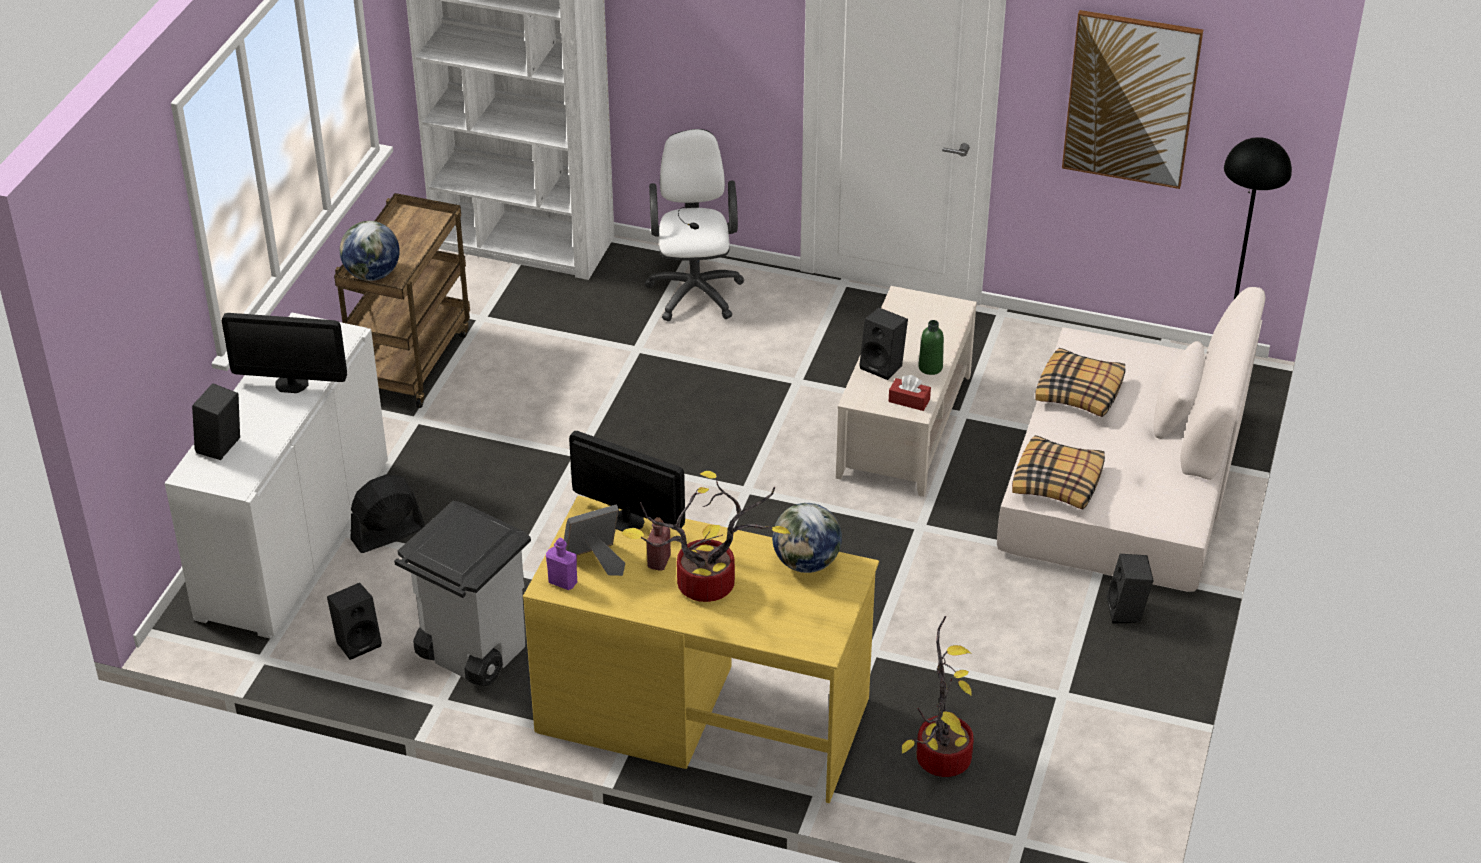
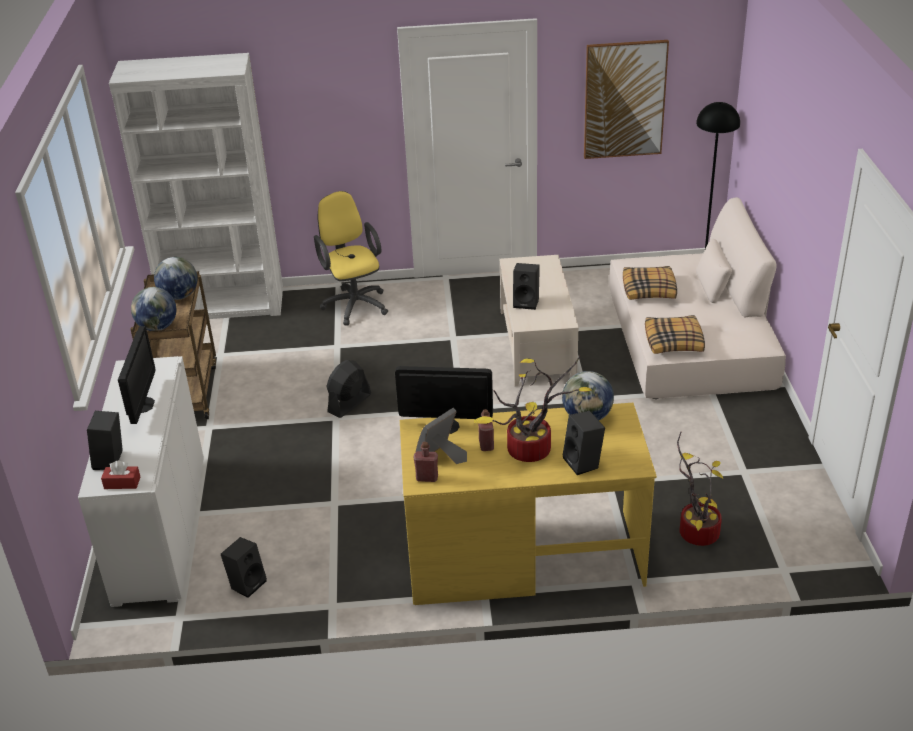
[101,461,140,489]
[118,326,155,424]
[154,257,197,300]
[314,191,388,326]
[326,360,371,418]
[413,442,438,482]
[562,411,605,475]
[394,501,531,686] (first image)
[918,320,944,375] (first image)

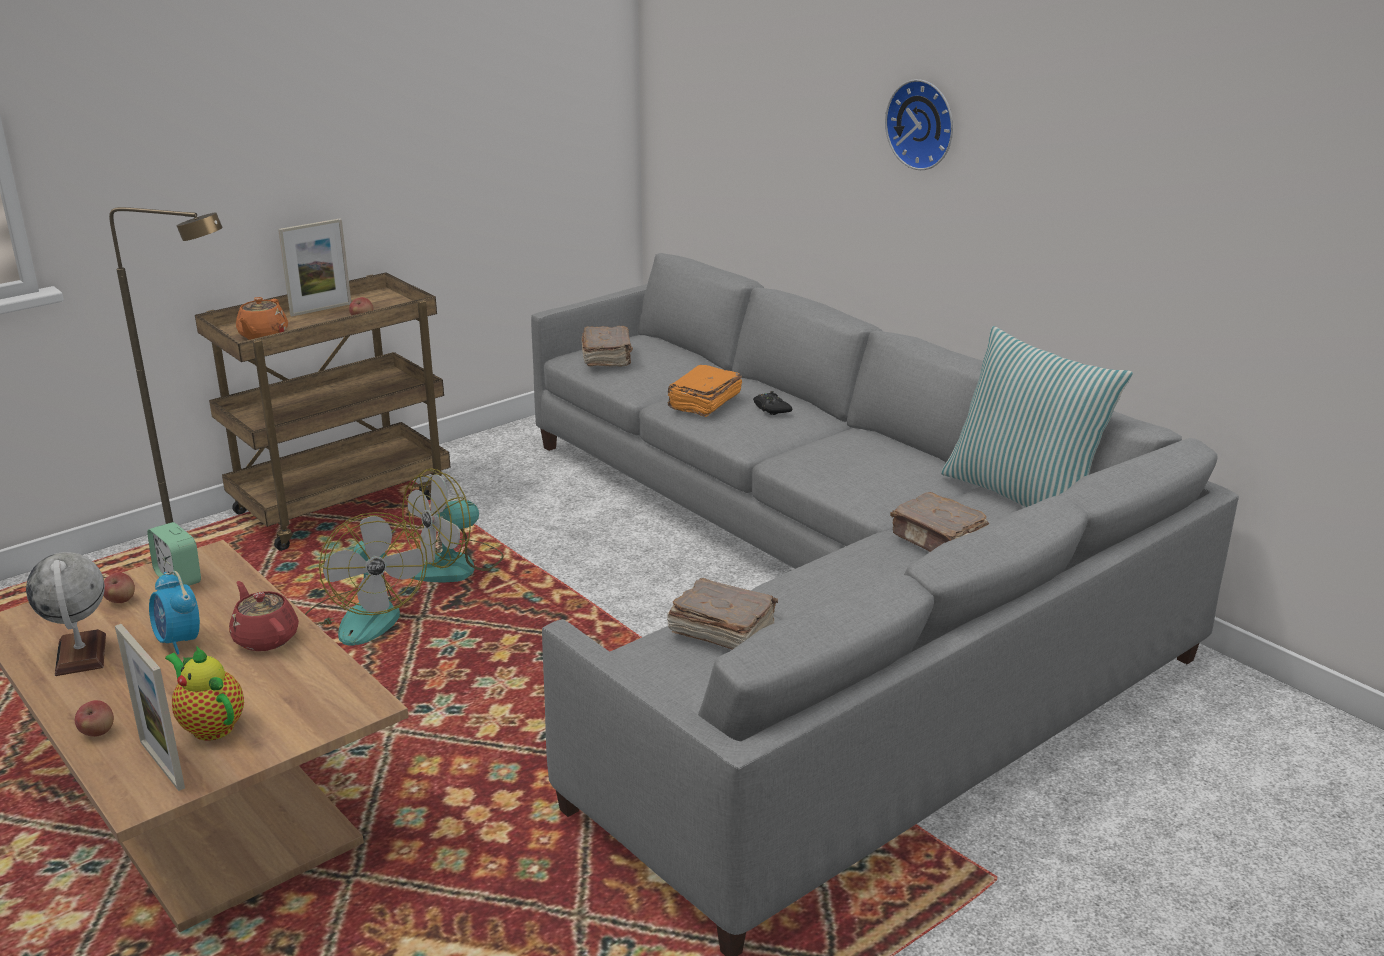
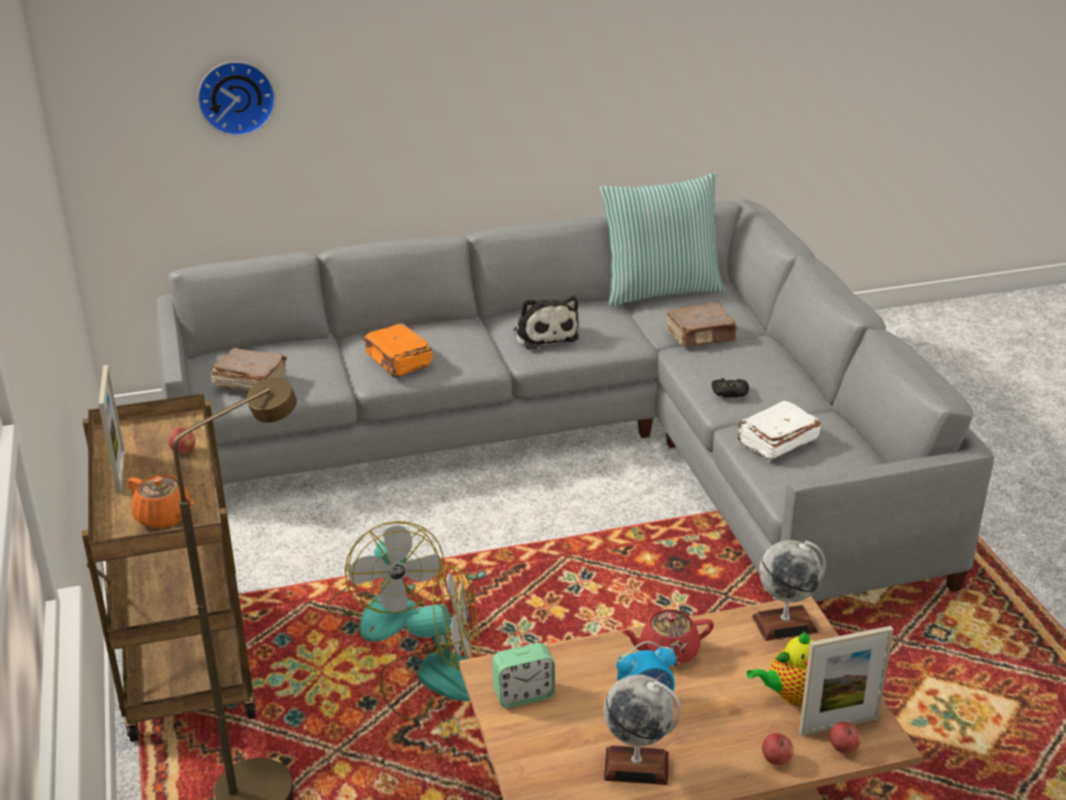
[197,61,276,136]
[513,296,579,350]
[712,378,749,398]
[738,401,821,461]
[752,540,826,641]
[829,722,861,754]

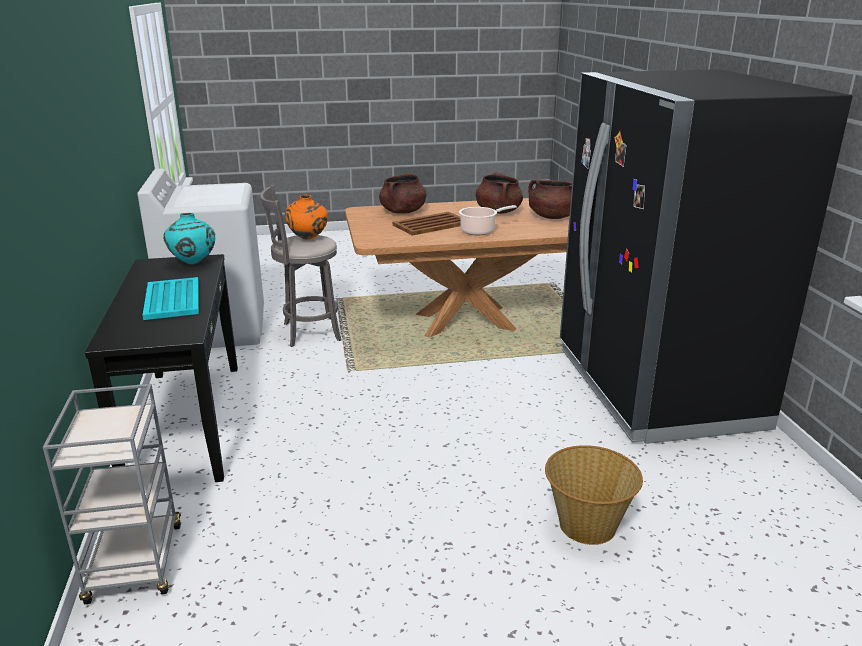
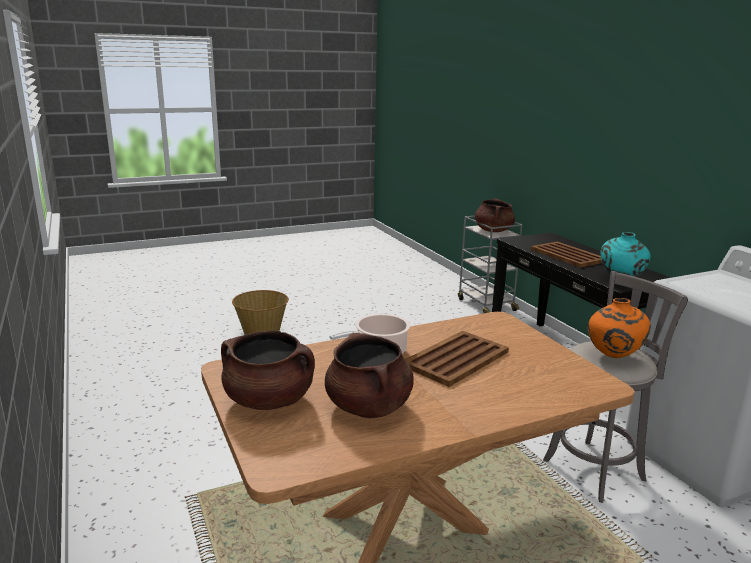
[475,198,515,232]
[531,242,602,268]
[560,69,853,444] (first image)

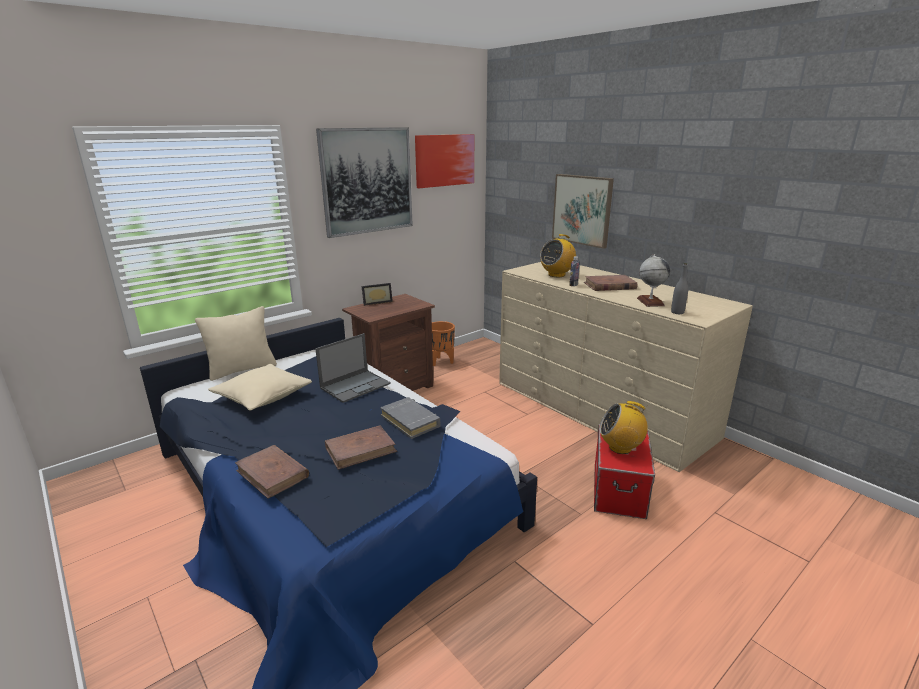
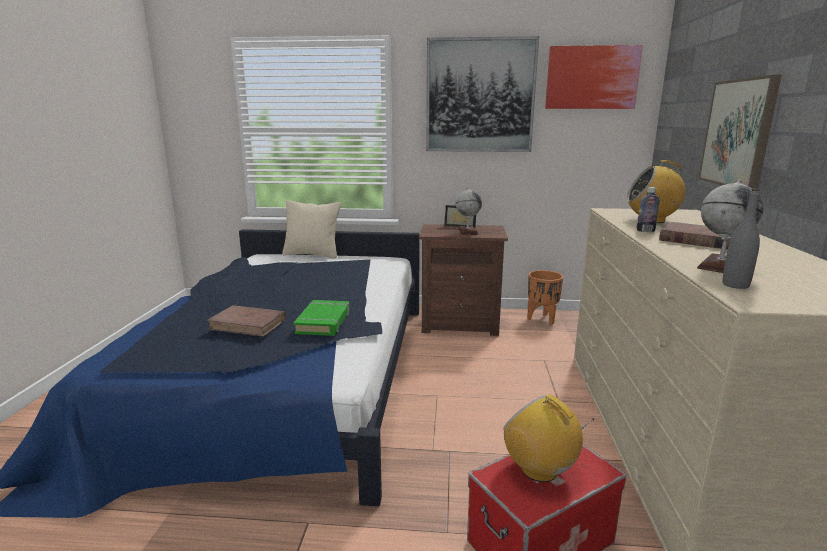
[294,300,350,336]
[456,188,482,235]
[208,364,312,410] (first image)
[235,445,309,499] (first image)
[315,333,391,403] (first image)

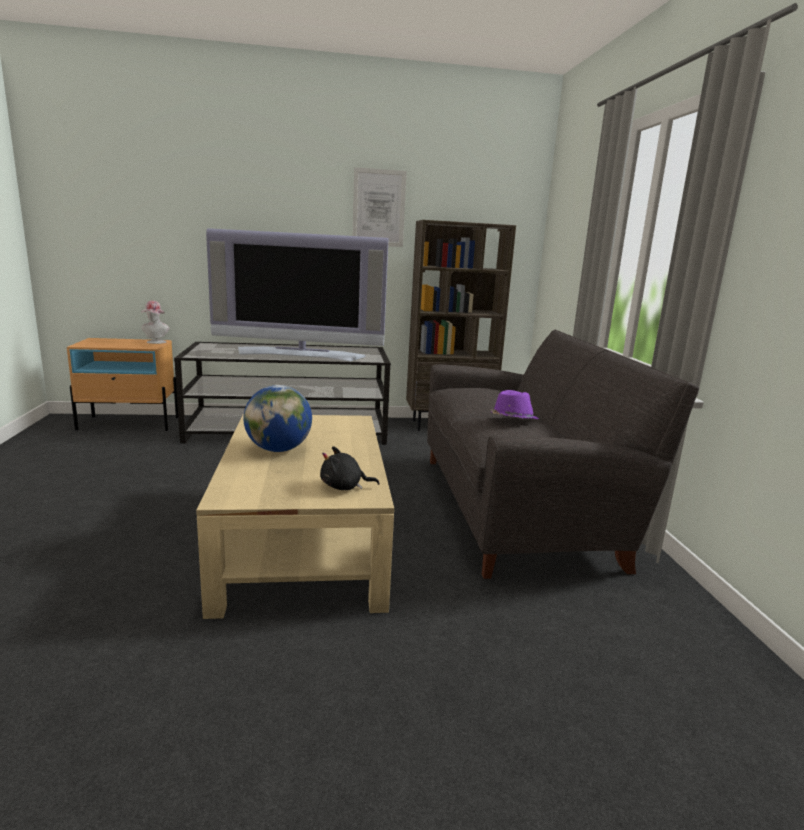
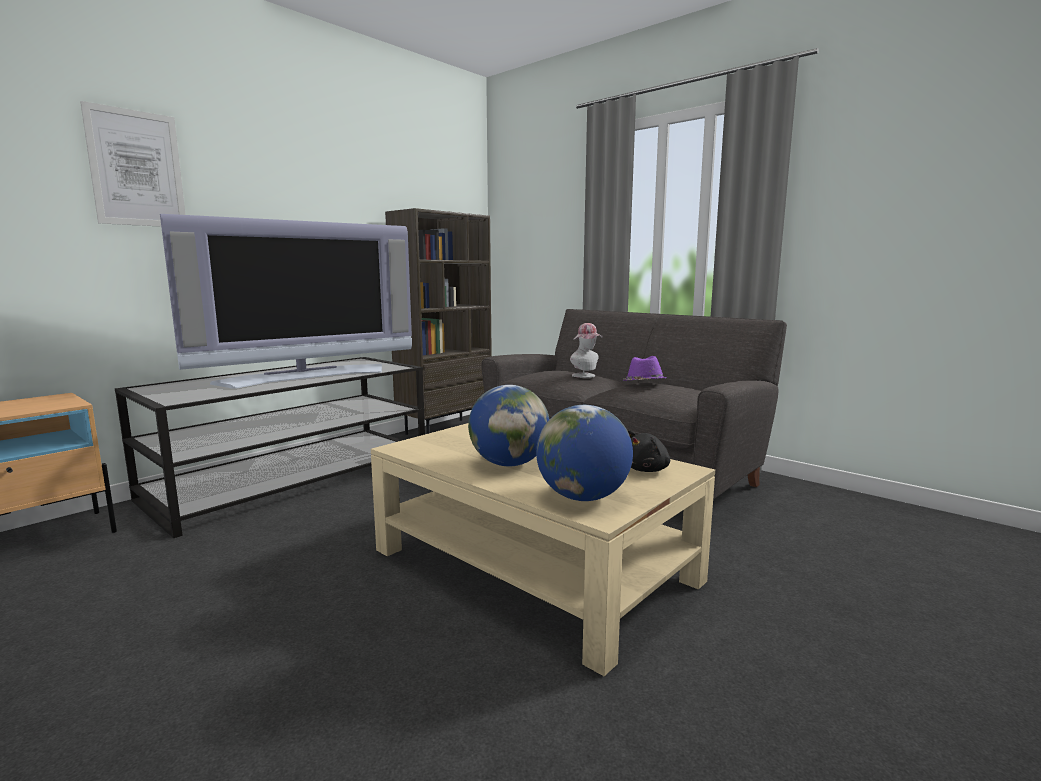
[80,101,186,227]
[536,405,633,501]
[570,323,603,378]

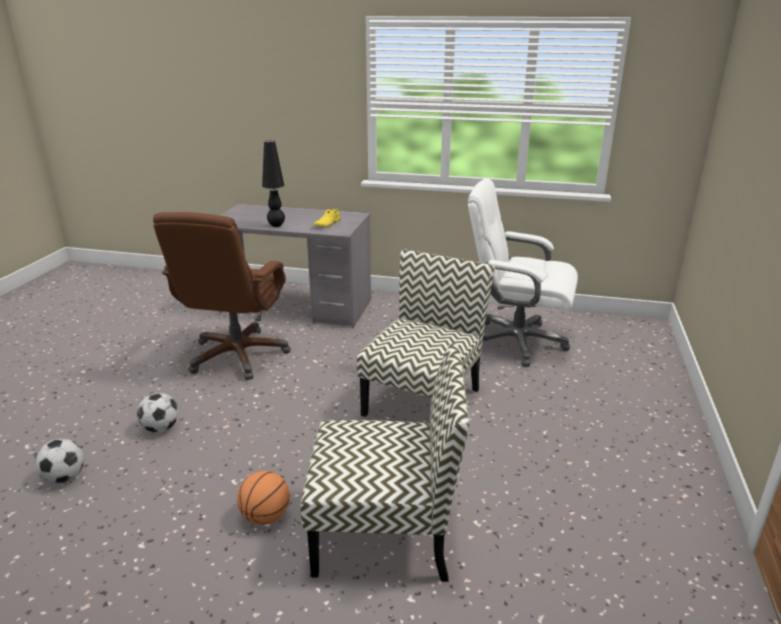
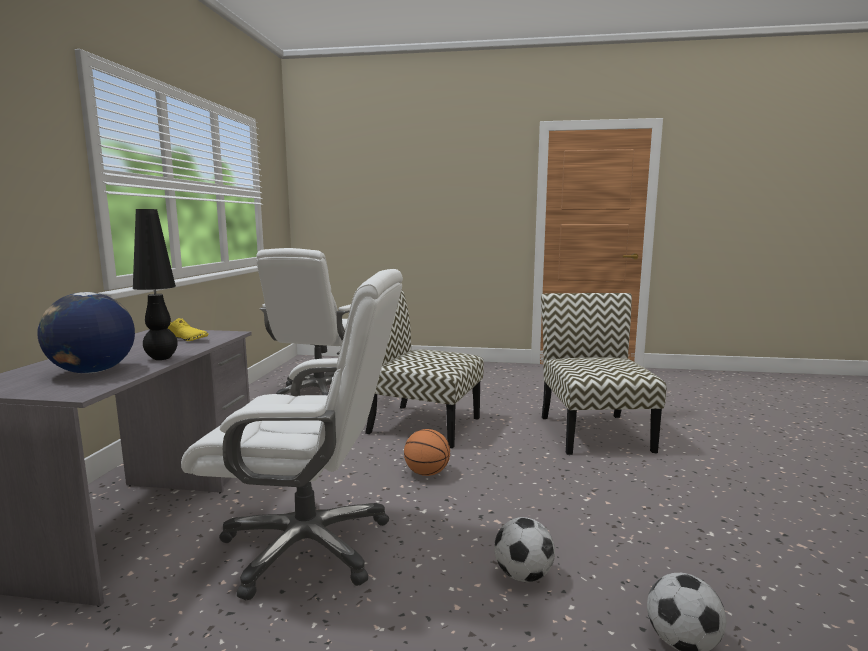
[37,292,135,374]
[181,269,403,600]
[404,429,450,476]

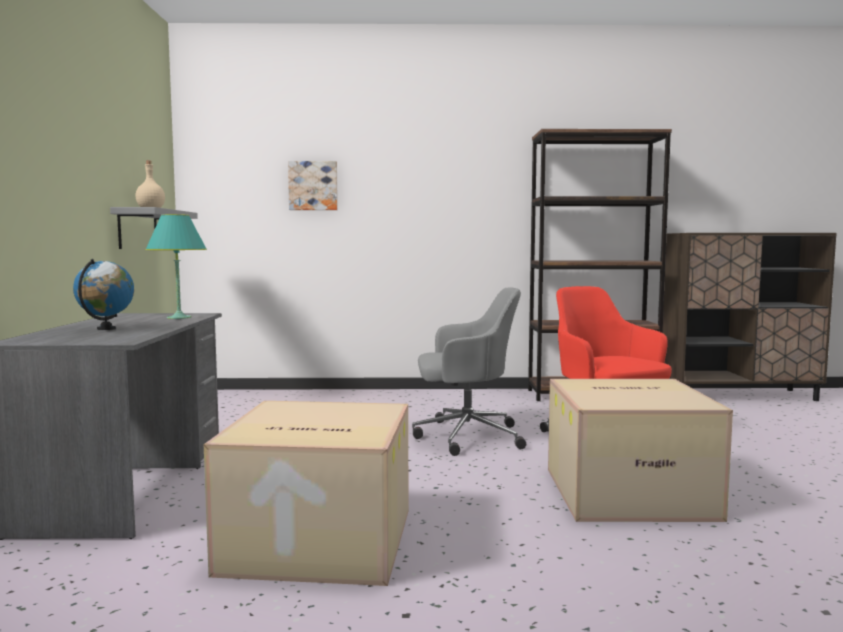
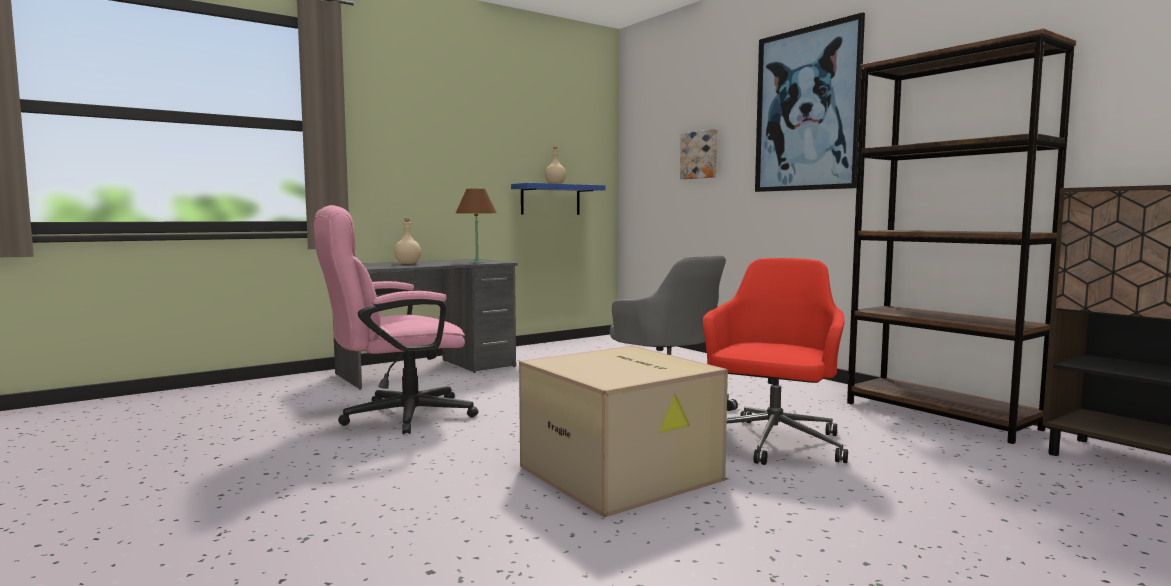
[314,205,478,434]
[394,219,421,264]
[455,188,497,263]
[511,183,606,215]
[755,12,865,192]

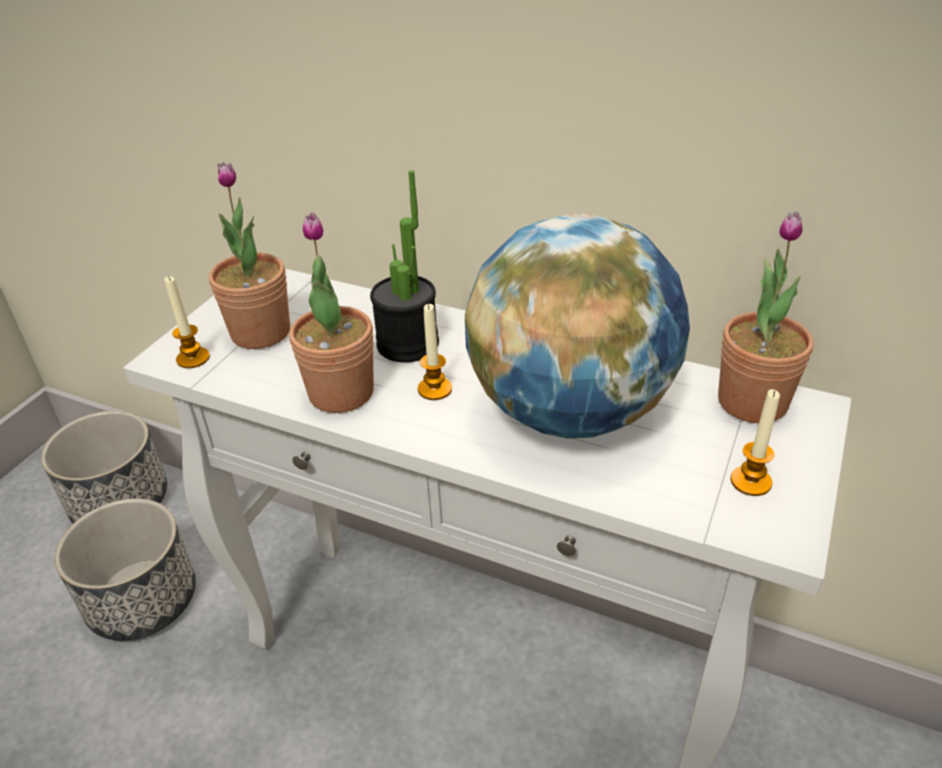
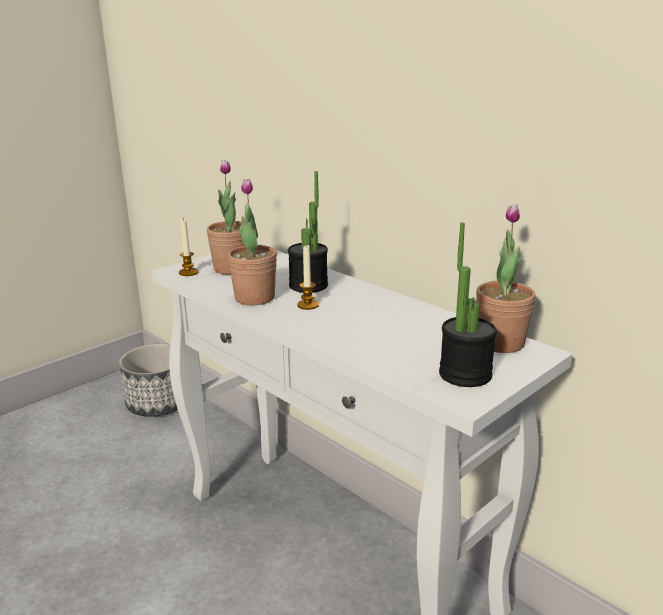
[439,222,497,387]
[55,498,196,641] (first image)
[465,214,690,439] (first image)

